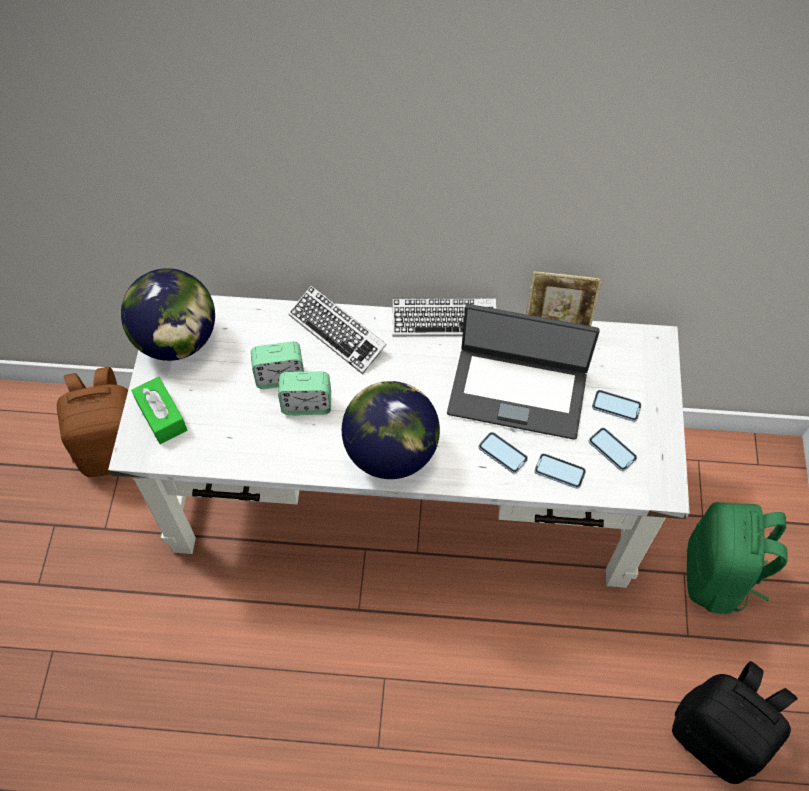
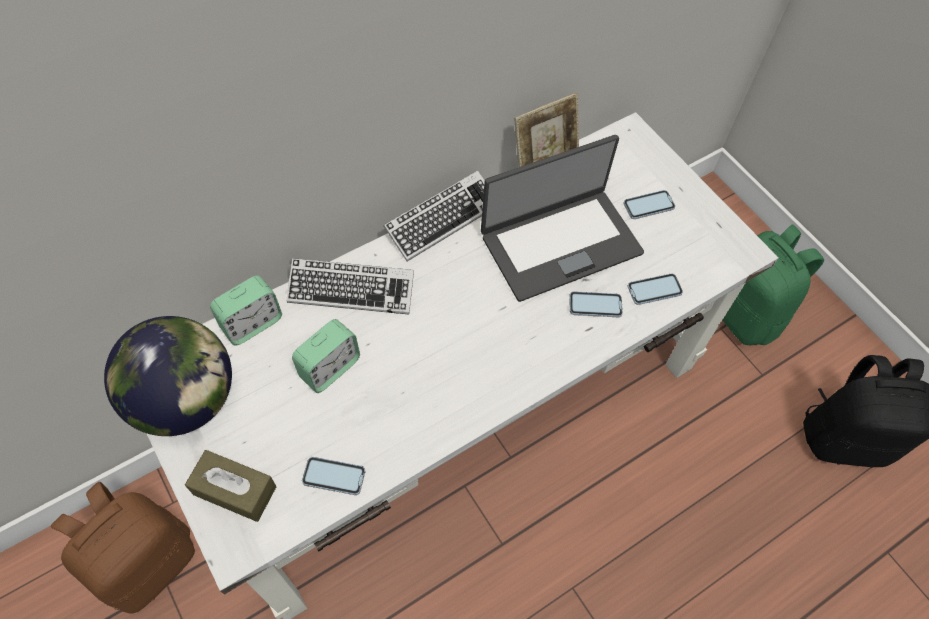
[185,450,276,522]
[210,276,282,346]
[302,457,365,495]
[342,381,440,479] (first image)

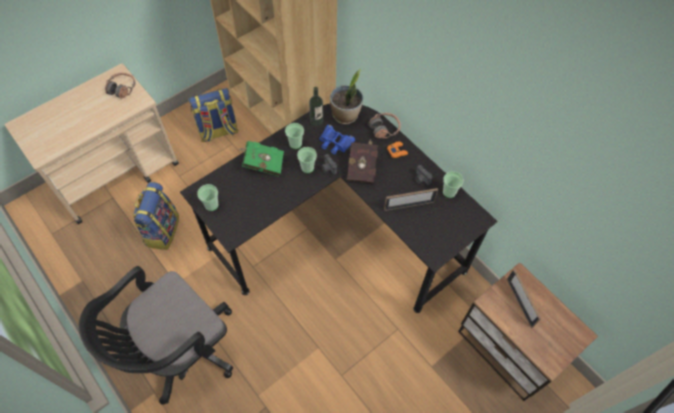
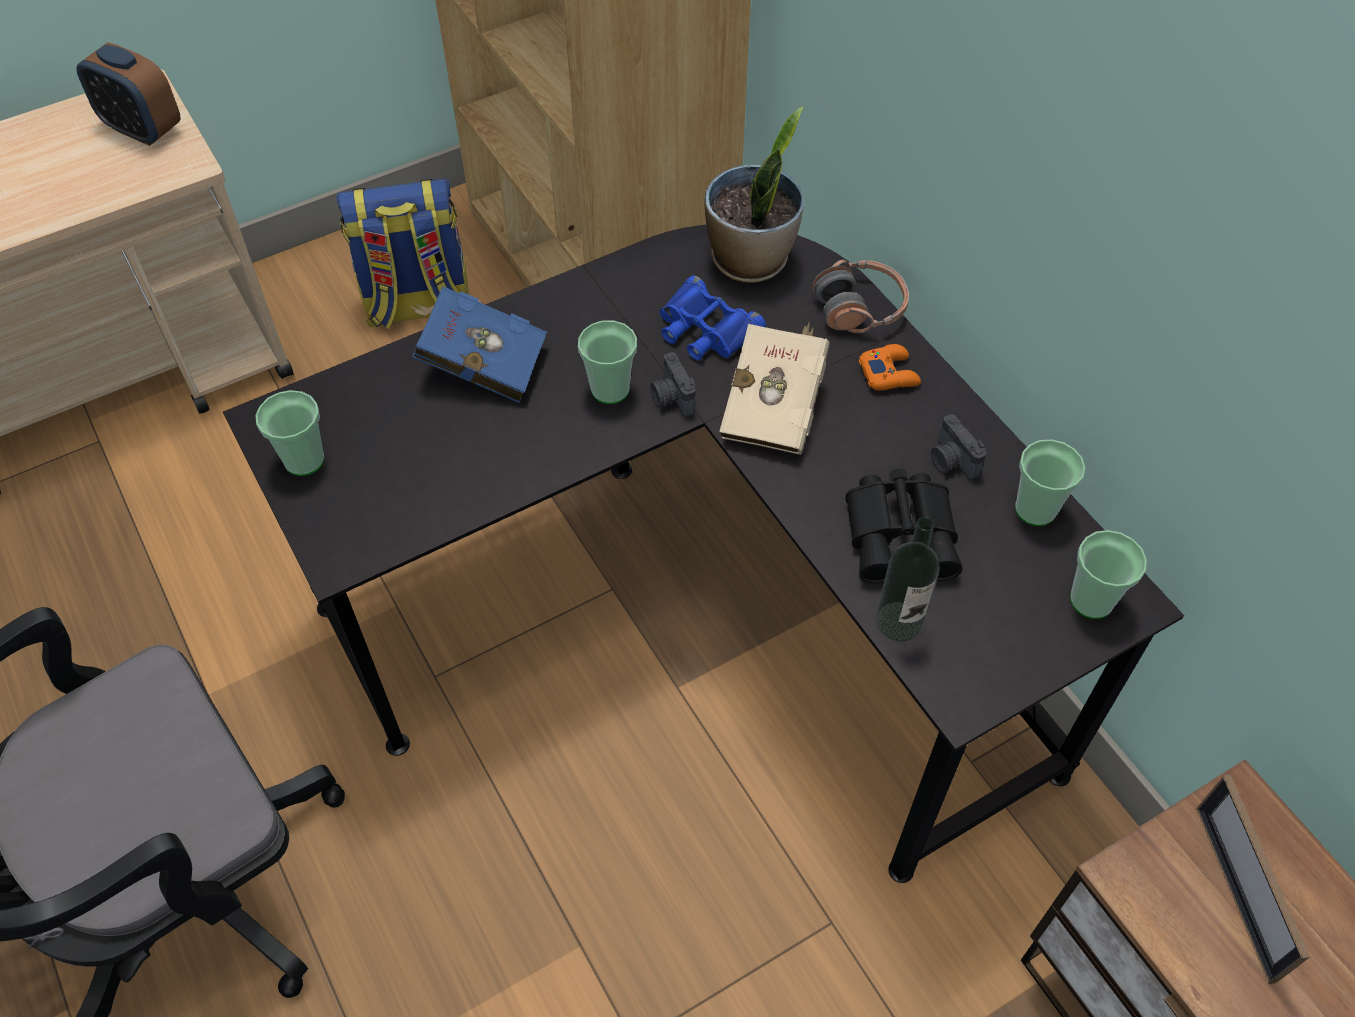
[76,43,181,146]
[410,286,547,403]
[719,322,830,455]
[845,468,962,583]
[876,517,940,641]
[1070,530,1147,619]
[134,182,179,250] (first image)

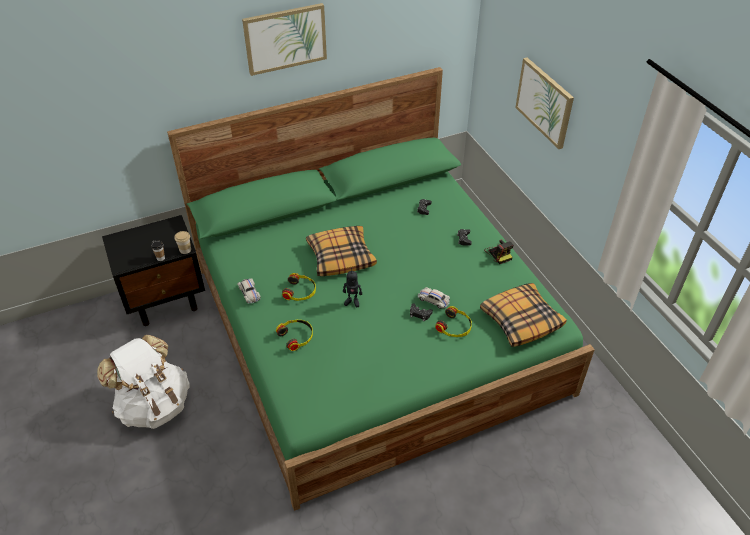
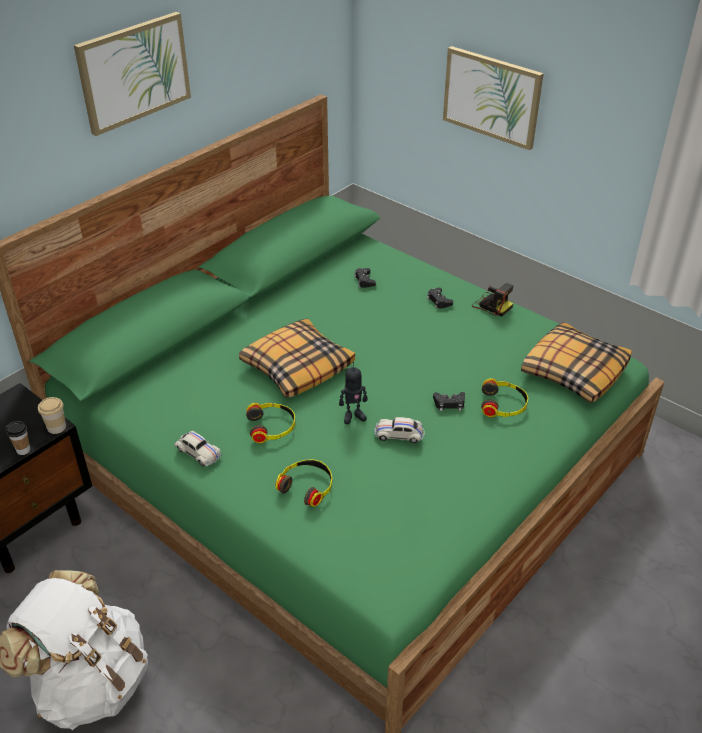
[374,417,425,443]

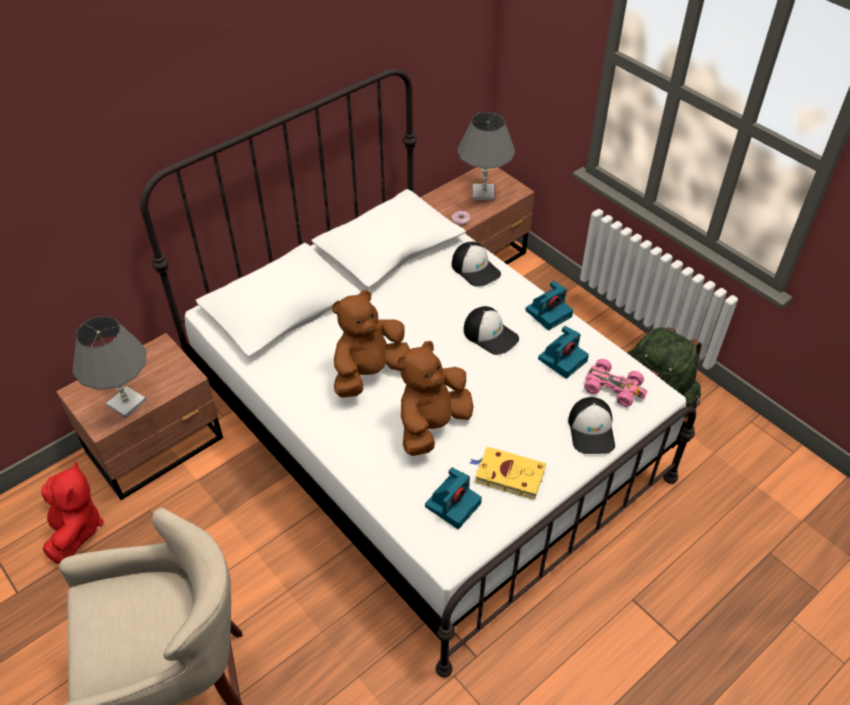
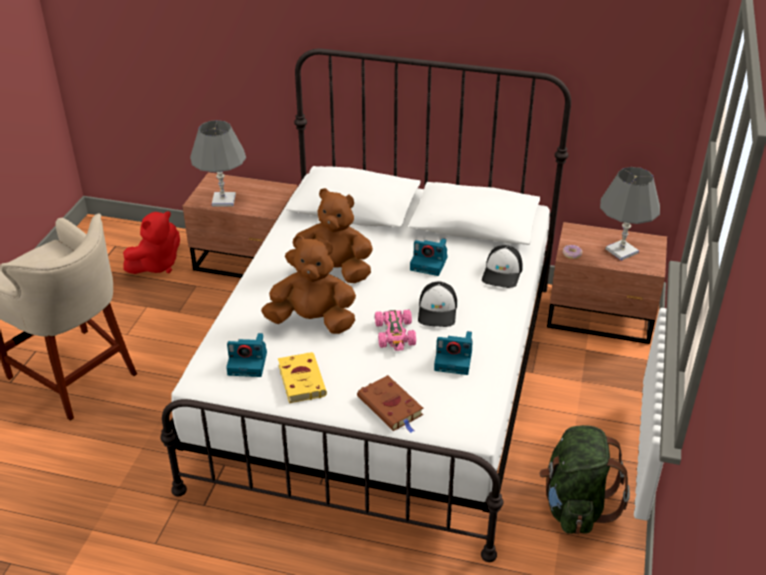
[357,375,423,433]
[375,309,416,351]
[410,238,448,276]

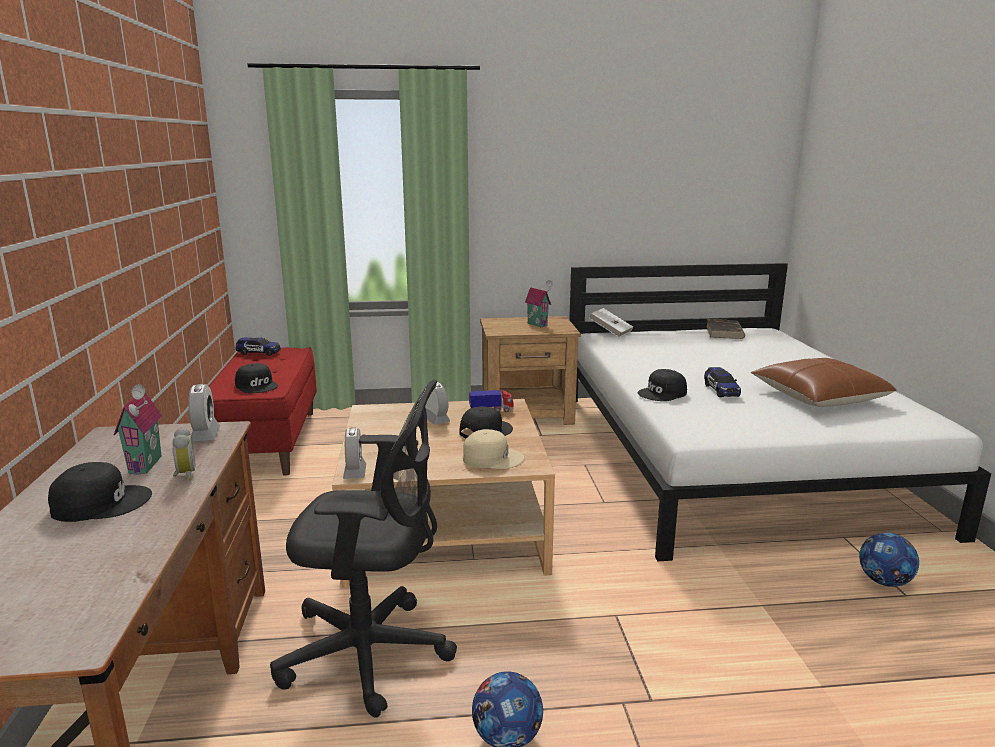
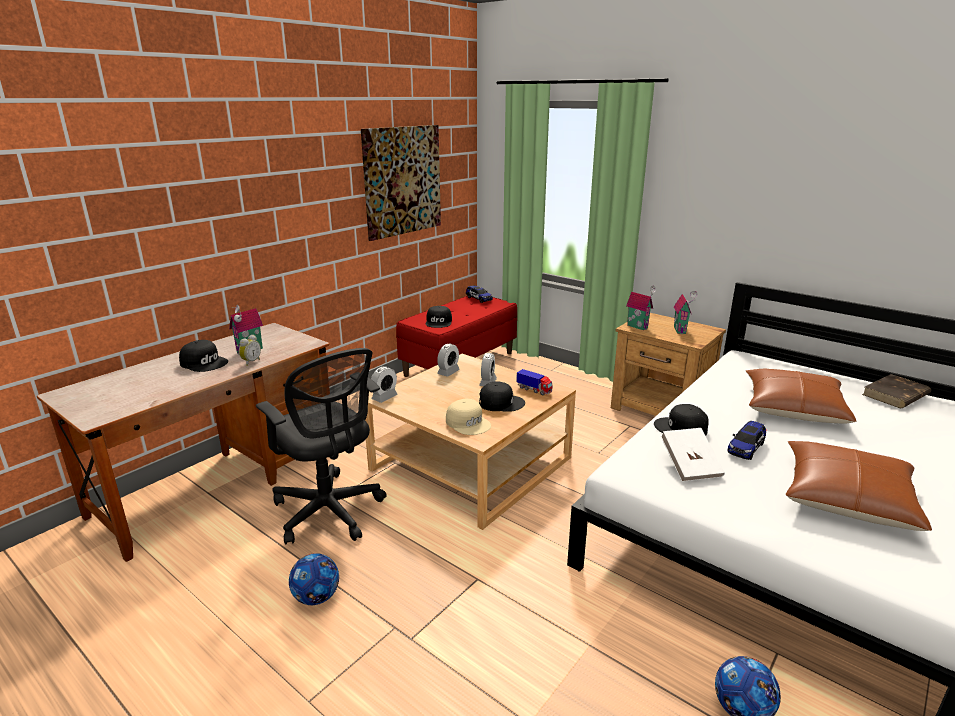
[361,125,441,241]
[437,344,460,377]
[626,286,656,330]
[661,428,725,482]
[746,369,857,424]

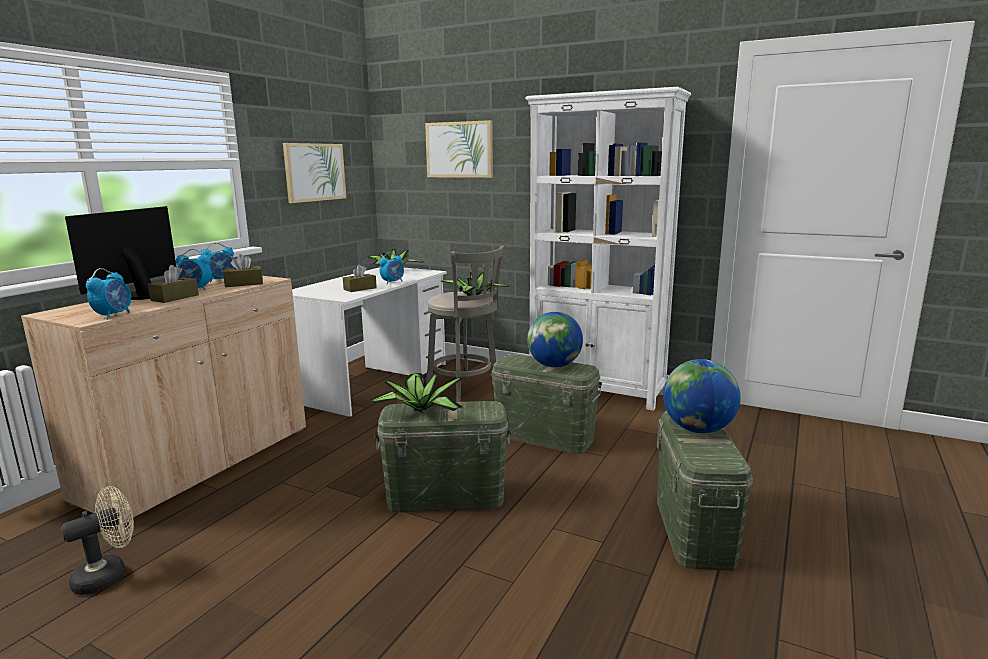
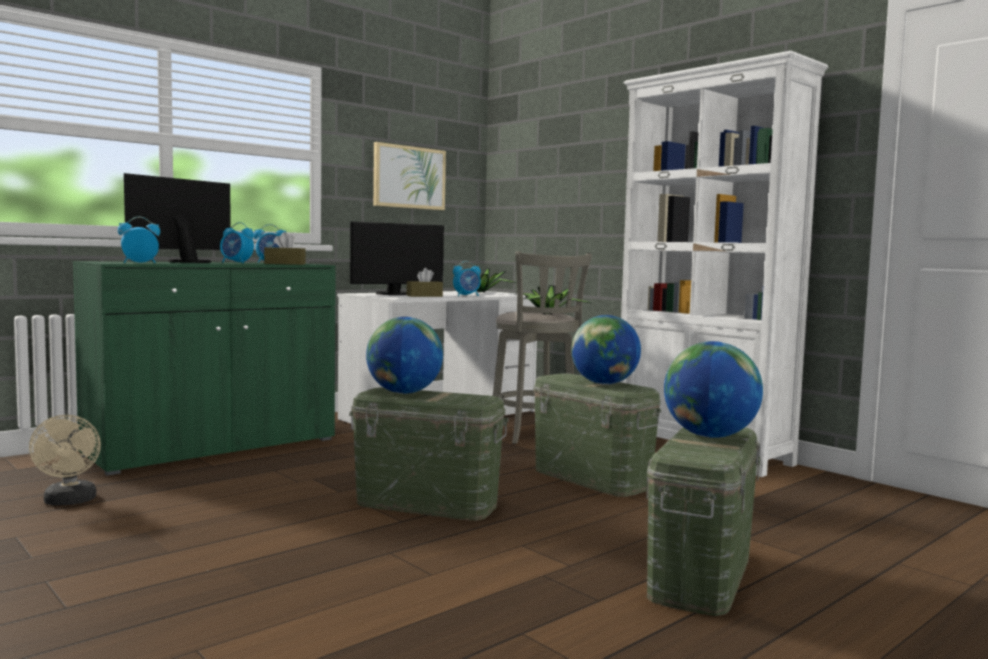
[29,415,101,506]
[73,261,336,476]
[118,216,160,263]
[350,221,444,295]
[366,317,443,394]
[148,265,199,303] (first image)
[425,120,493,178] (first image)

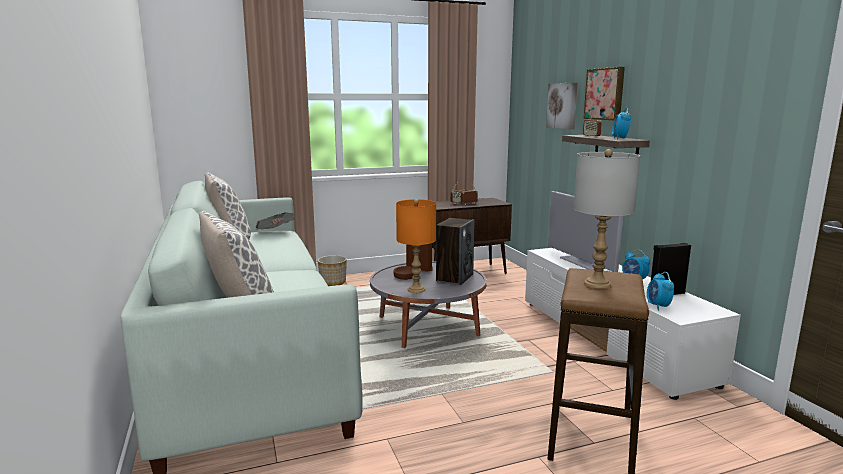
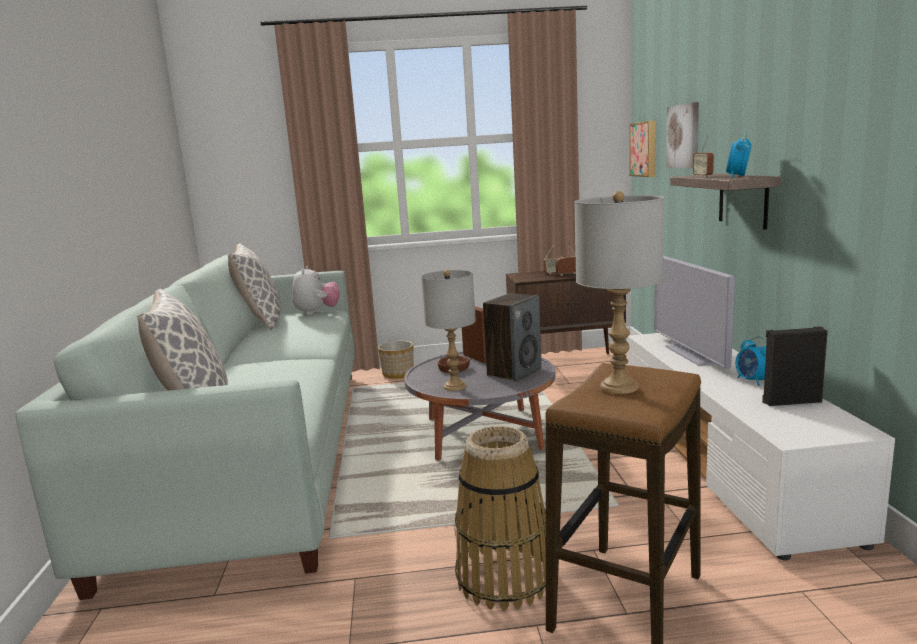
[292,266,340,315]
[421,270,476,391]
[455,426,546,610]
[629,120,656,177]
[647,272,674,310] (first image)

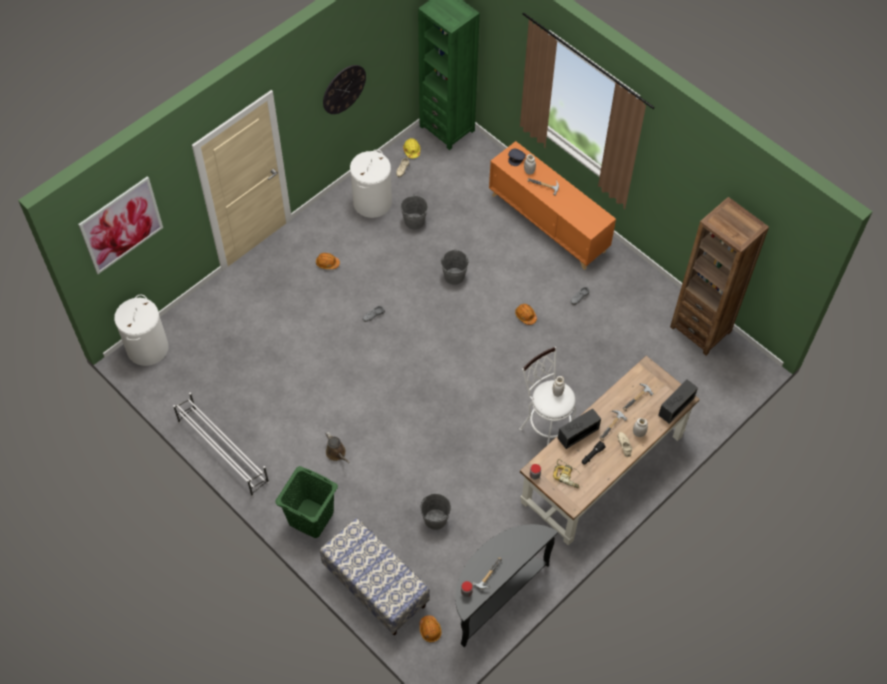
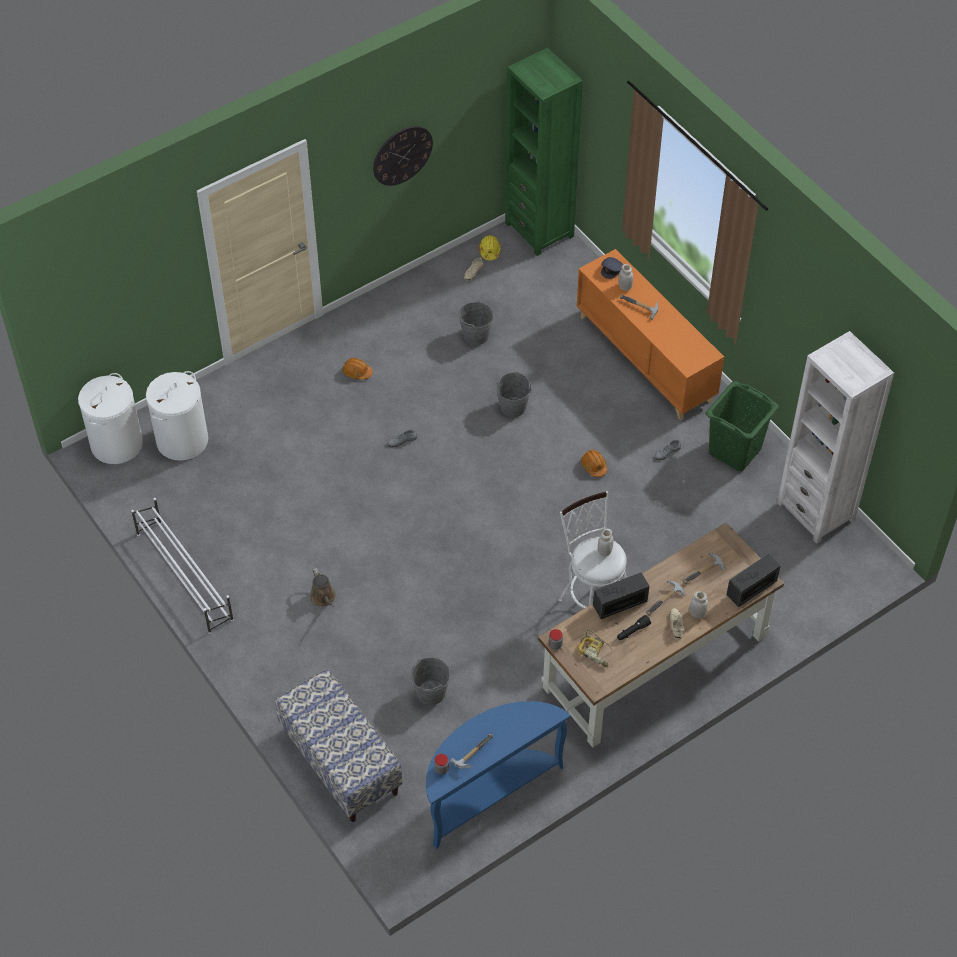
[146,371,208,461]
[426,701,571,849]
[706,381,778,471]
[777,331,894,544]
[78,176,163,274] (first image)
[420,615,442,642] (first image)

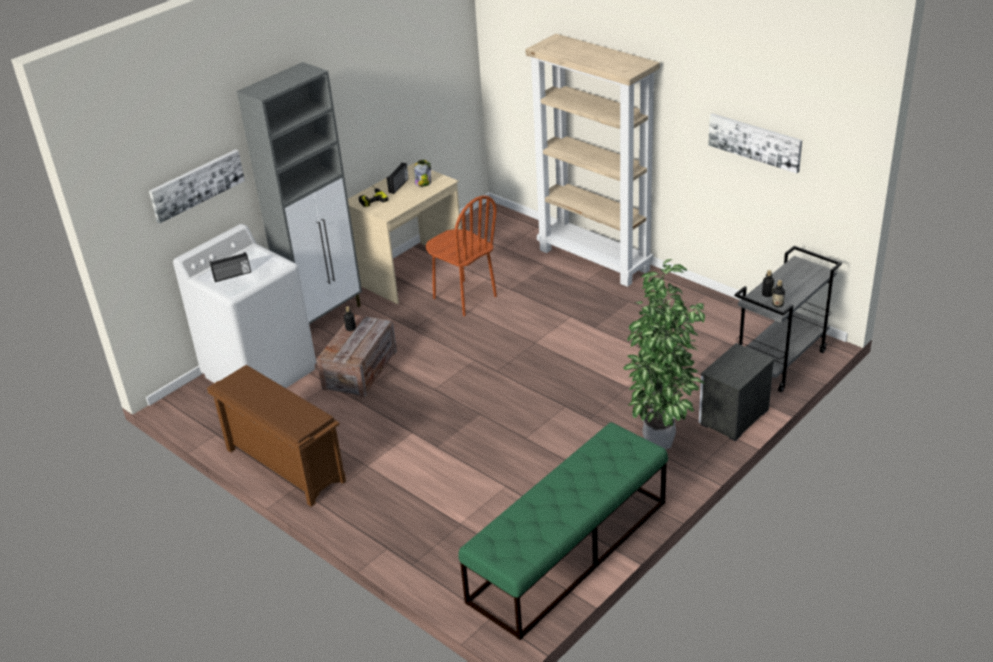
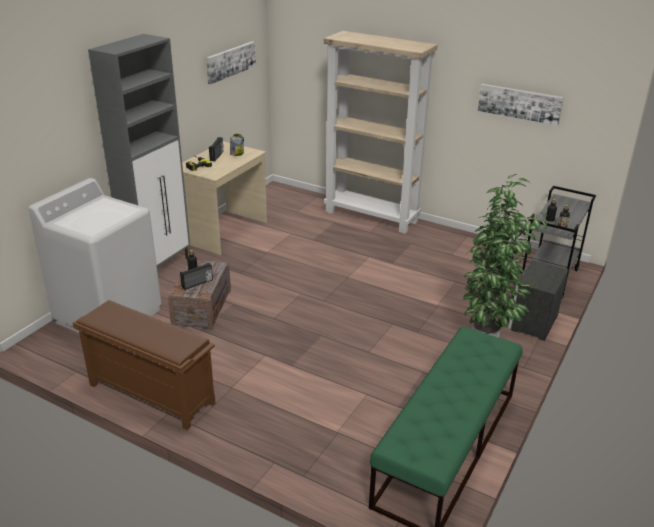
[180,263,213,290]
[206,42,256,84]
[426,195,497,316] (first image)

